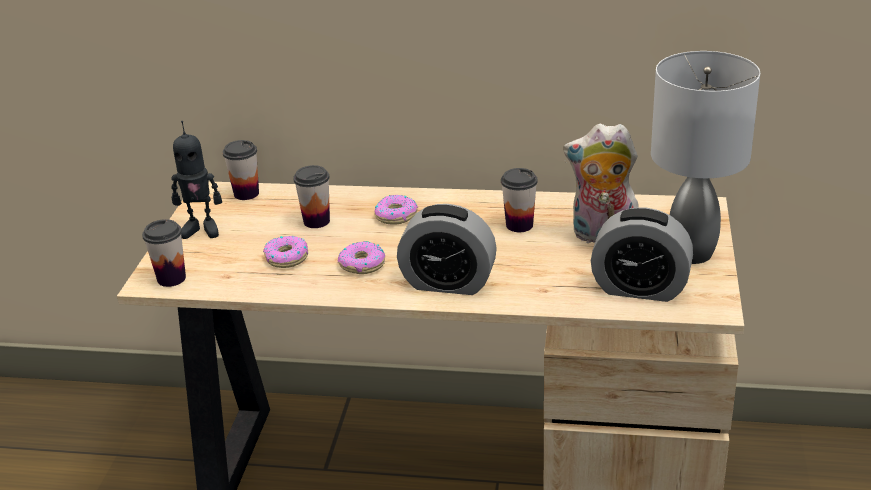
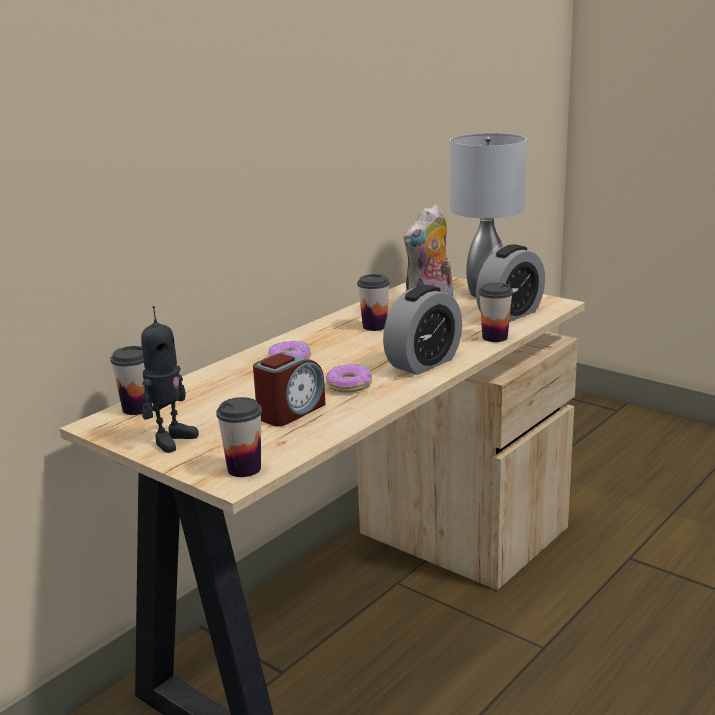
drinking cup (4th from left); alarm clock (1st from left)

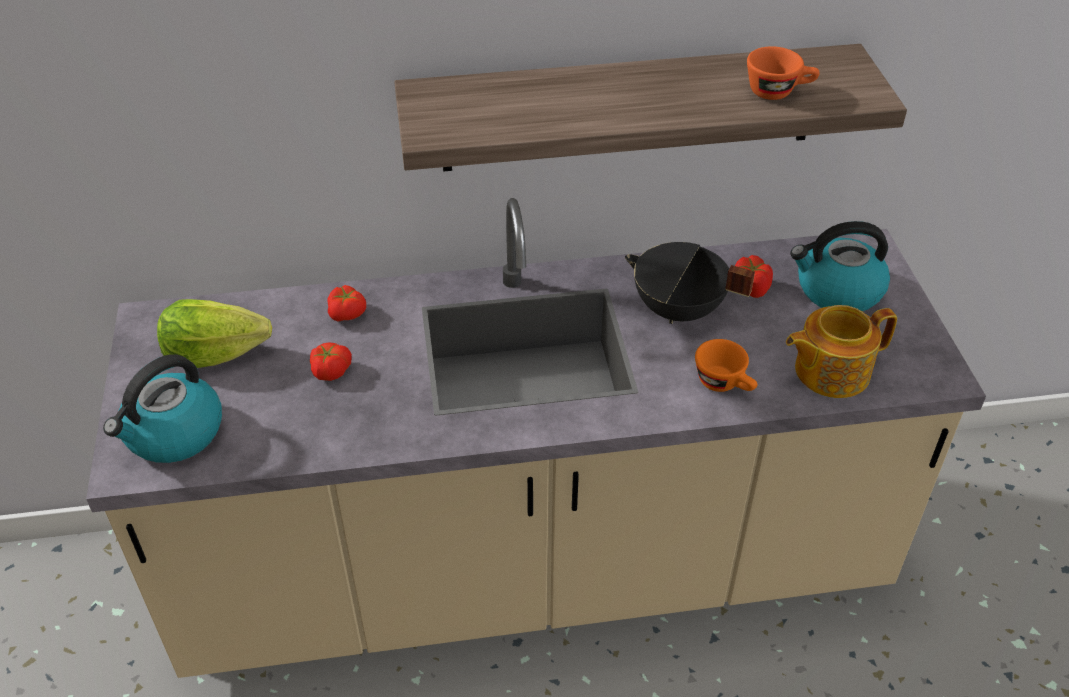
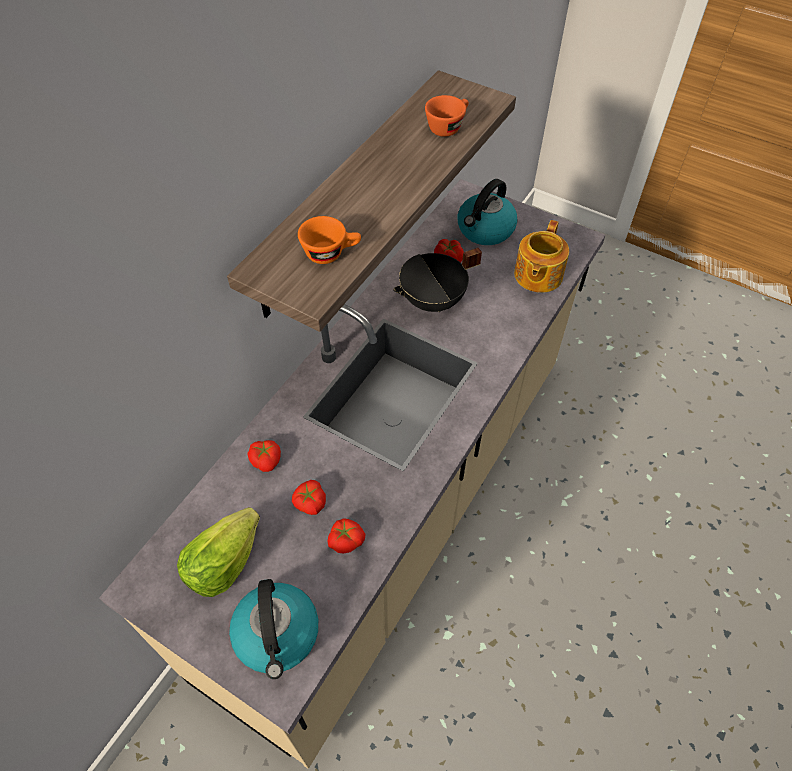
whole tomato (3rd from left); orange drinking cup (1st from left)

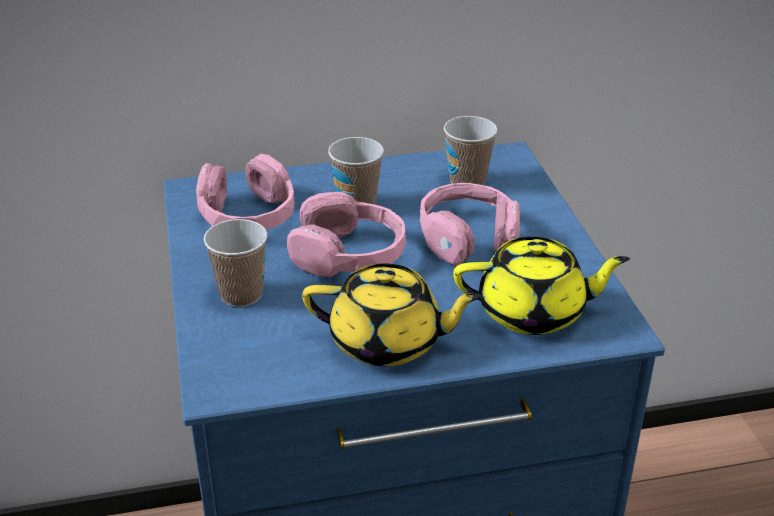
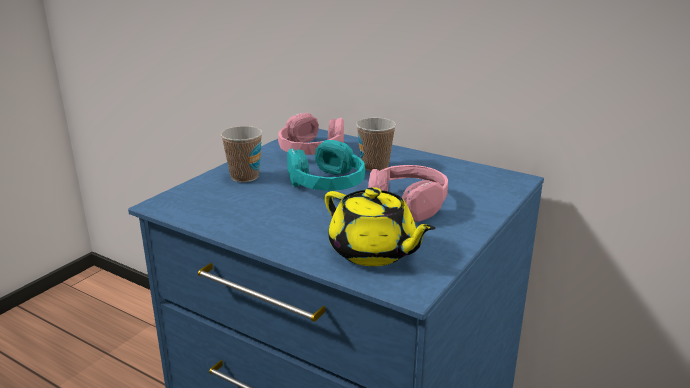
yellow-coloured teapot (1st from left in the first image); drinking cup (3rd from left in the first image); blue-green pair of headphones

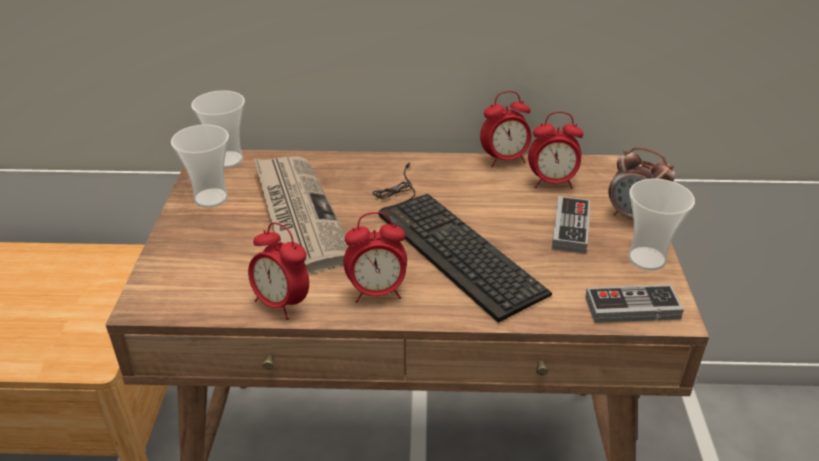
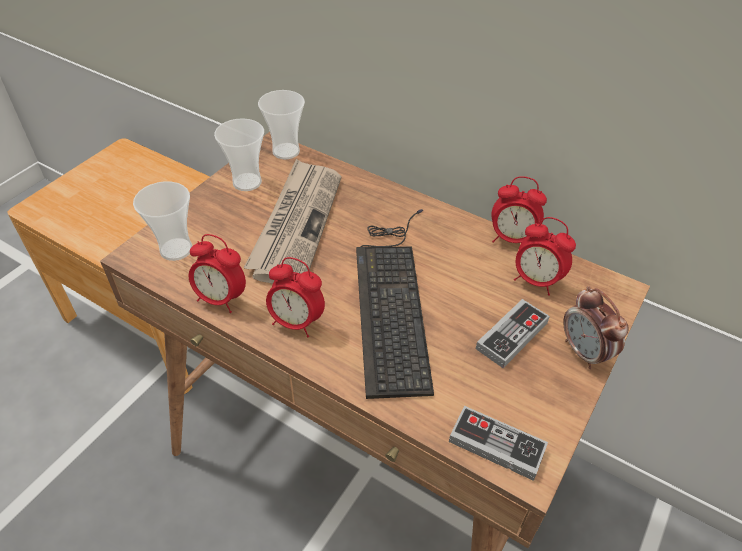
drinking cup (1st from left); alarm clock (1st from left)

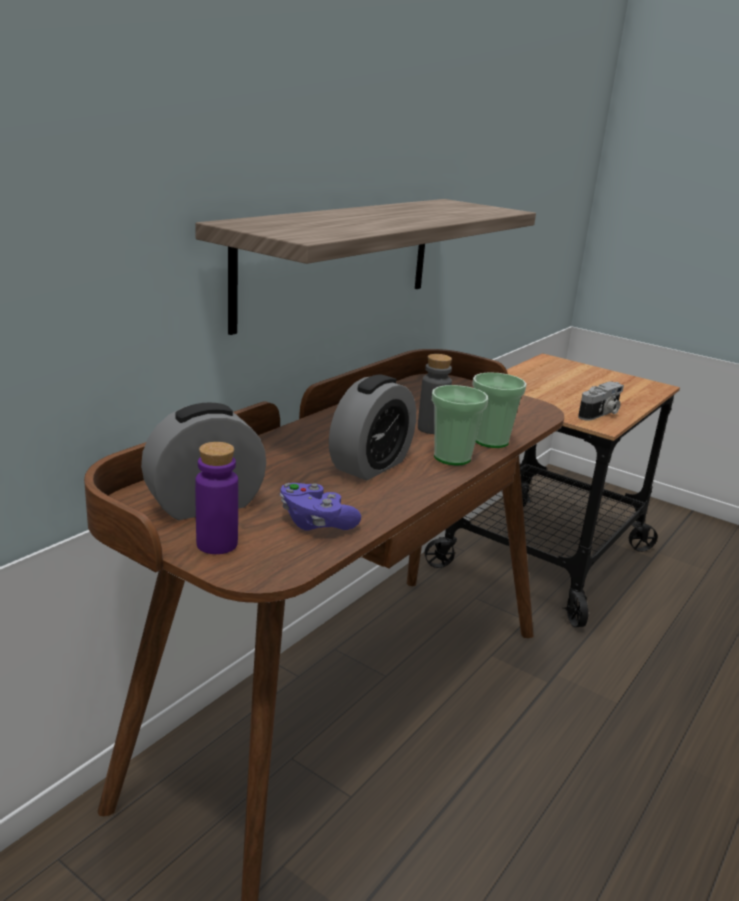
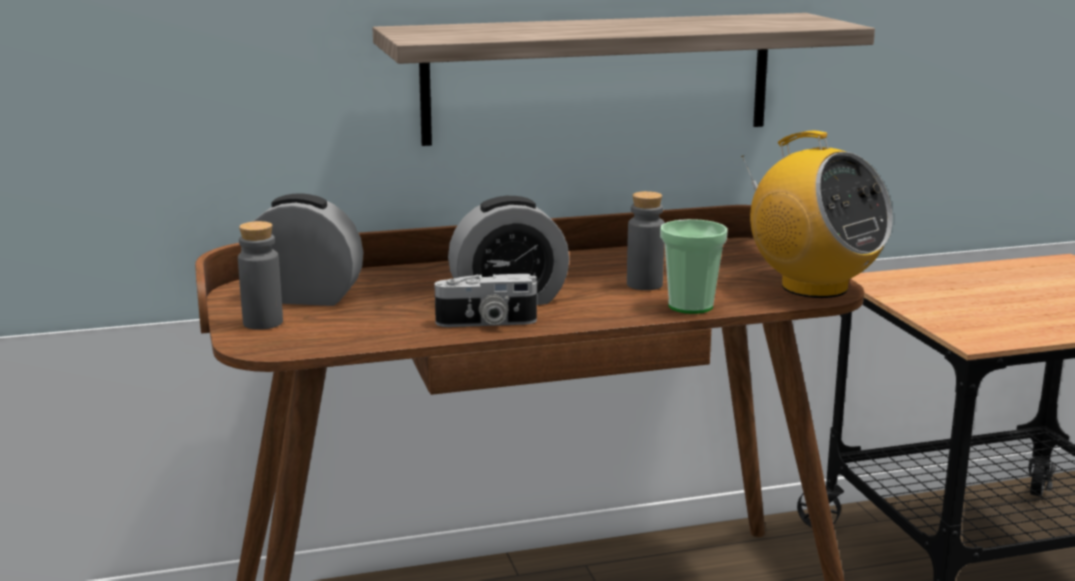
purple game controller; drinking cup (1st from left in the first image); radio set; photo camera; grey drink bottle (1st from left)

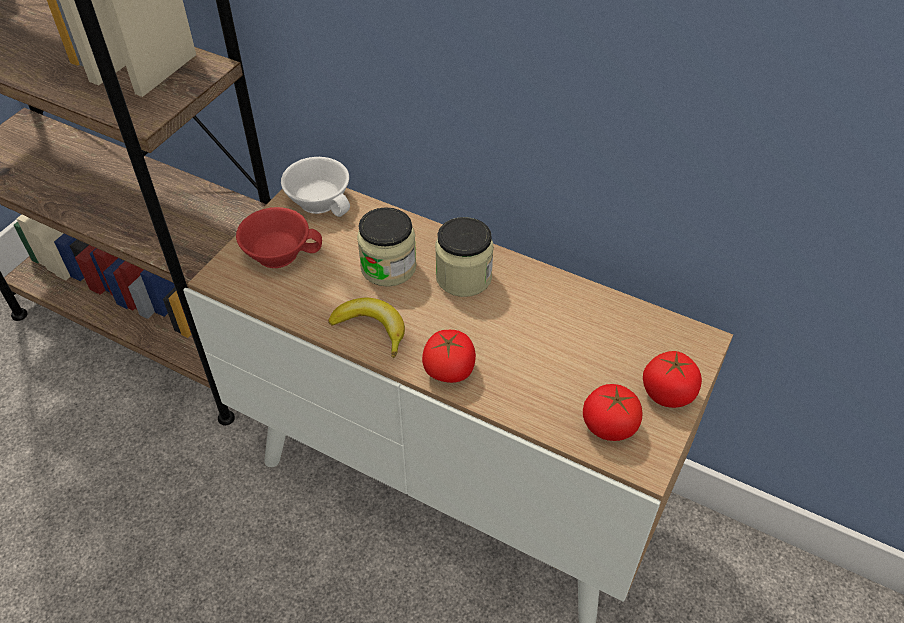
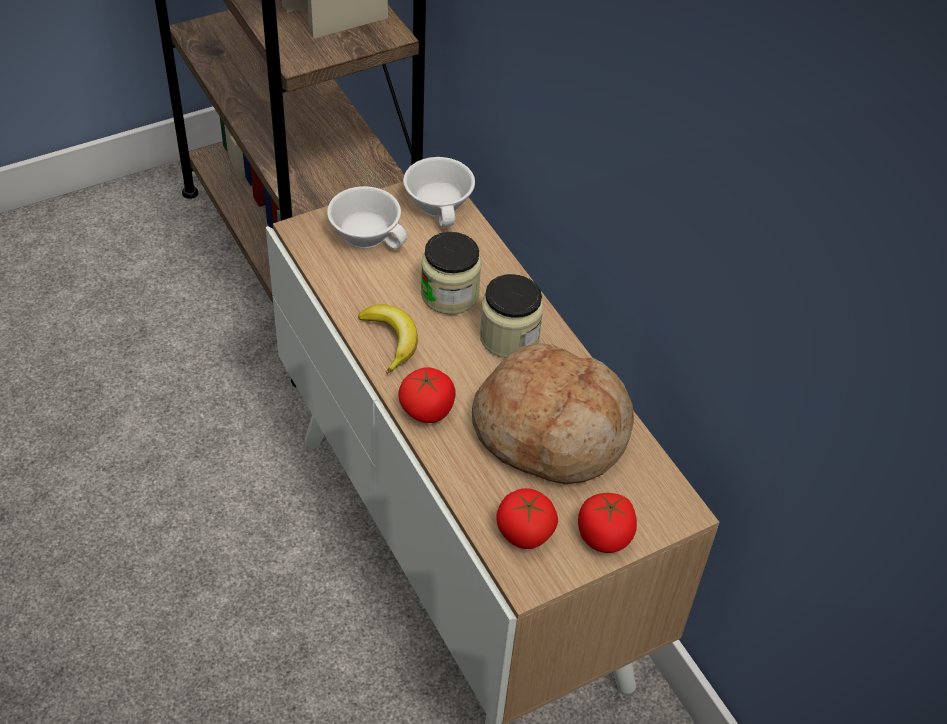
bakery bread; white drinking cup (1st from left)

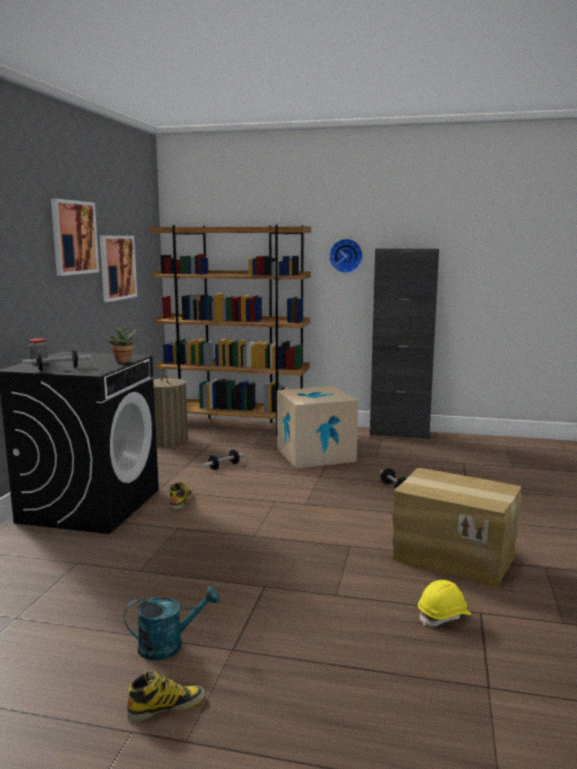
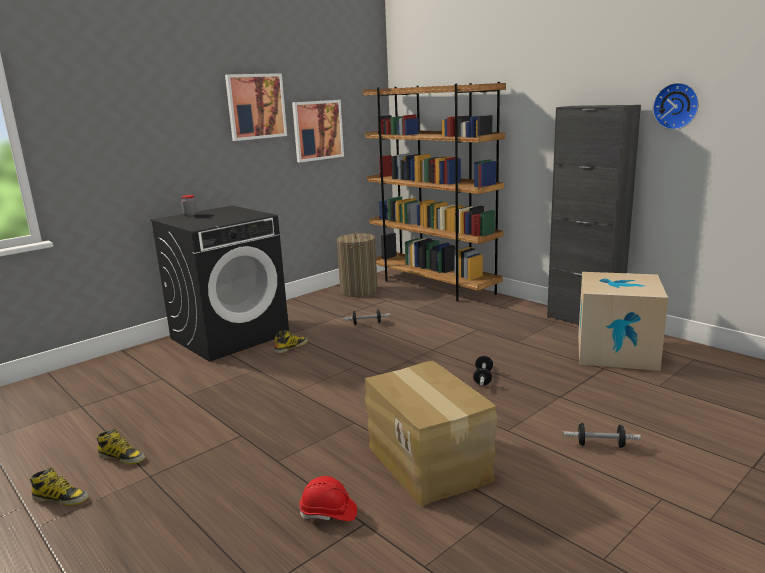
potted plant; hand weight (3rd from left); cardboard box (2nd from left); clock on the wall; high-top boot (2nd from left); red work helmet

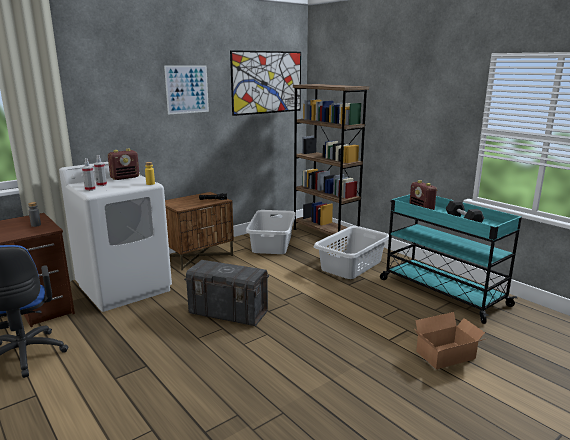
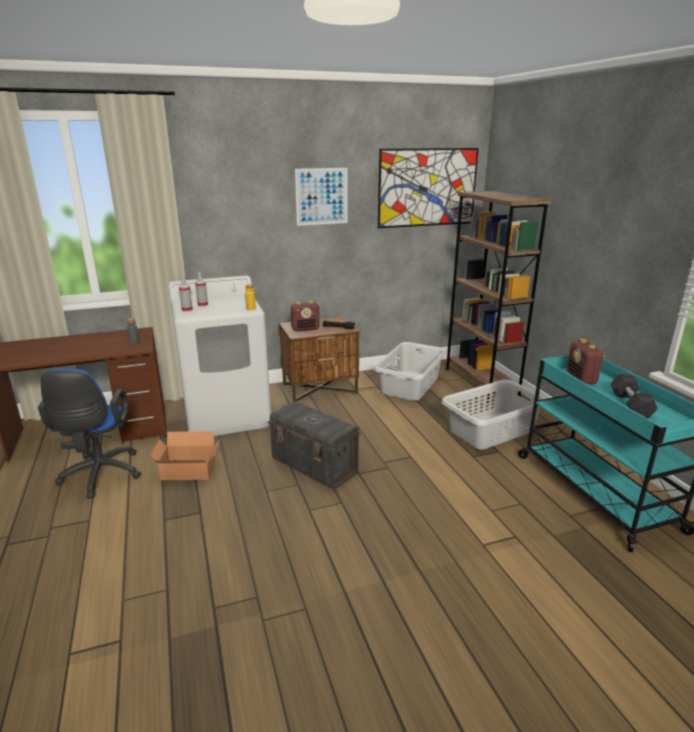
radio set (1st from left); cardboard box

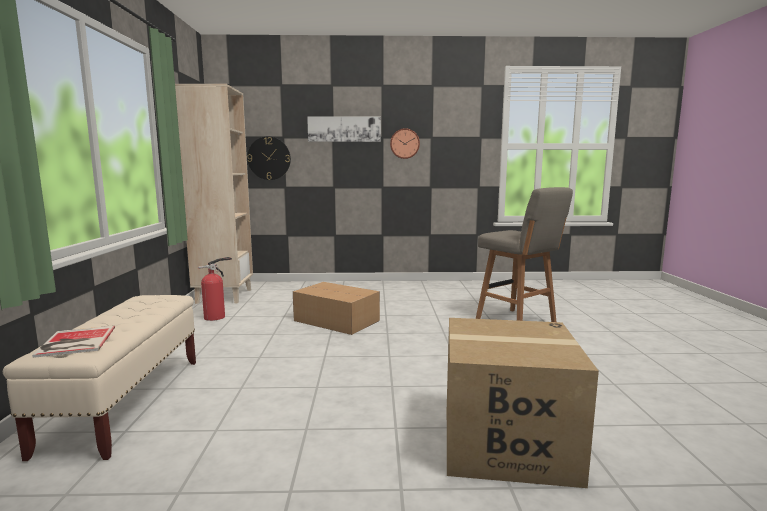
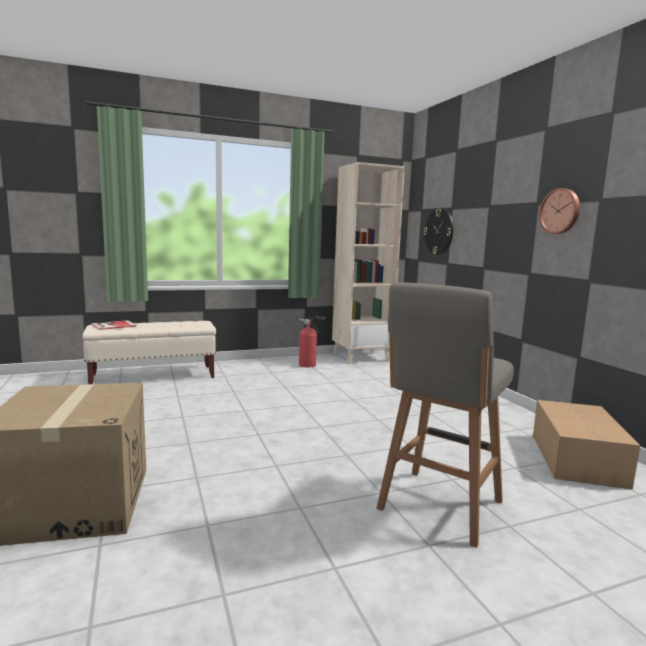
wall art; cardboard box (2nd from left)

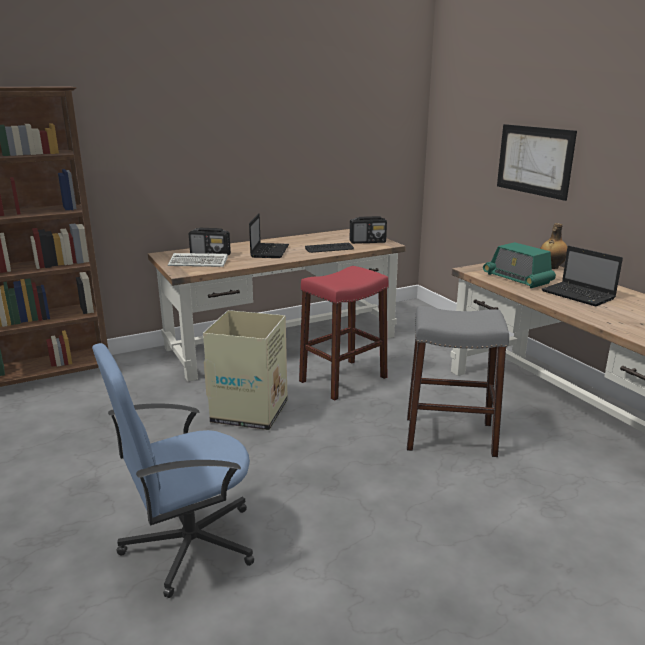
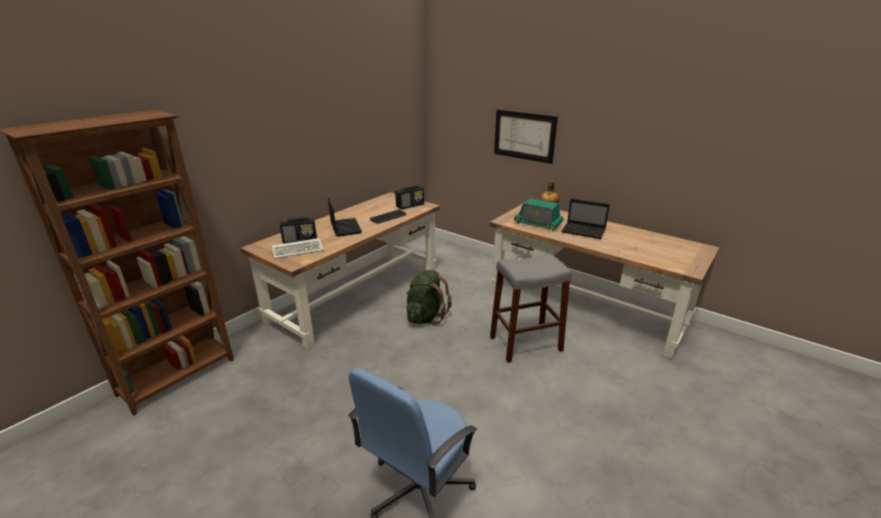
cardboard box; greenish backpack

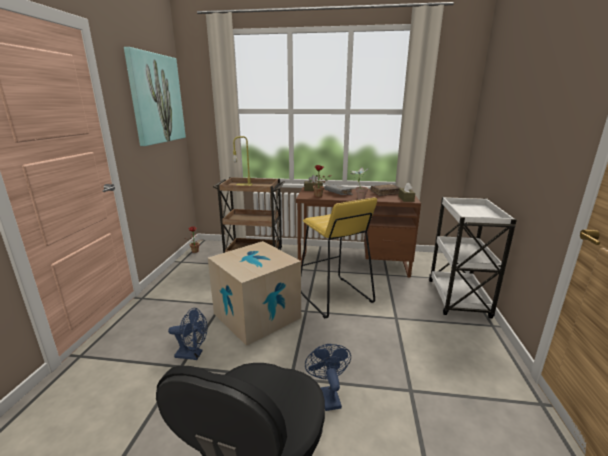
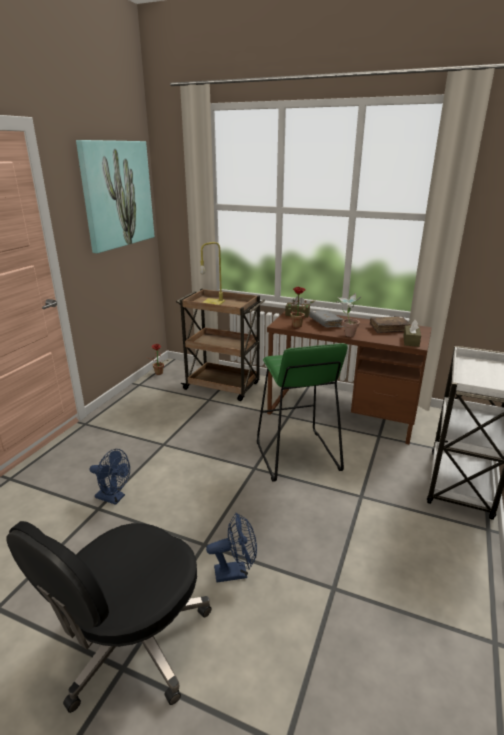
cardboard box; greenish stool; blue electric fan (2nd from left)

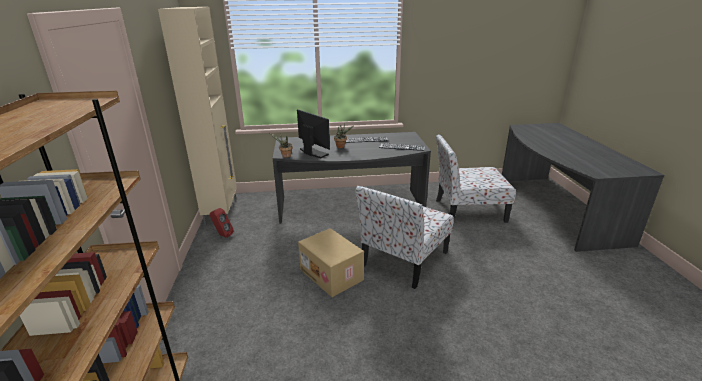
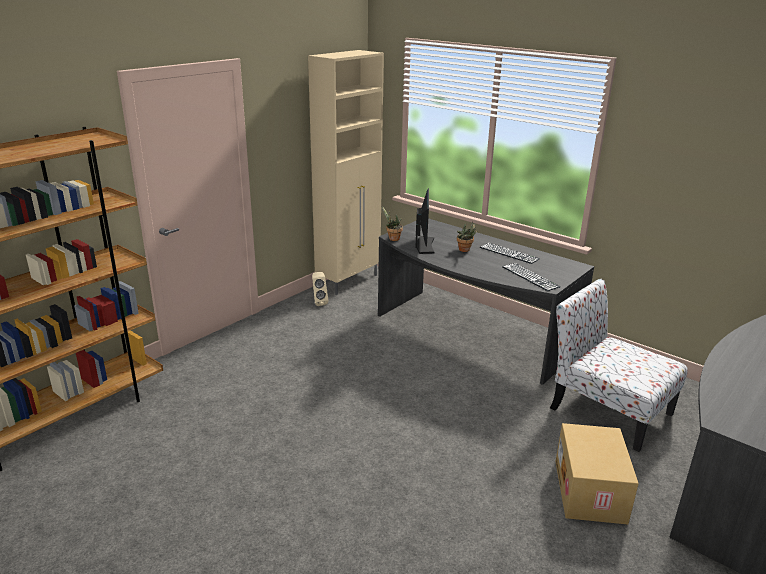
chair (1st from left in the first image); cardboard box; sand-coloured speaker

